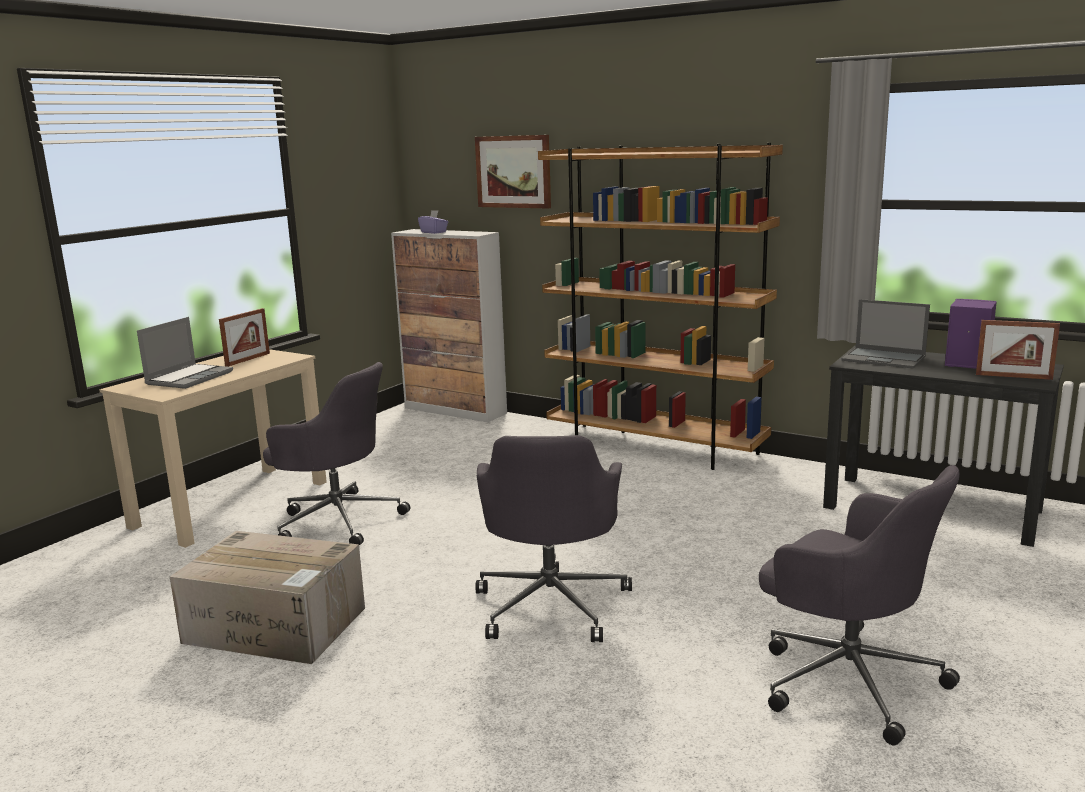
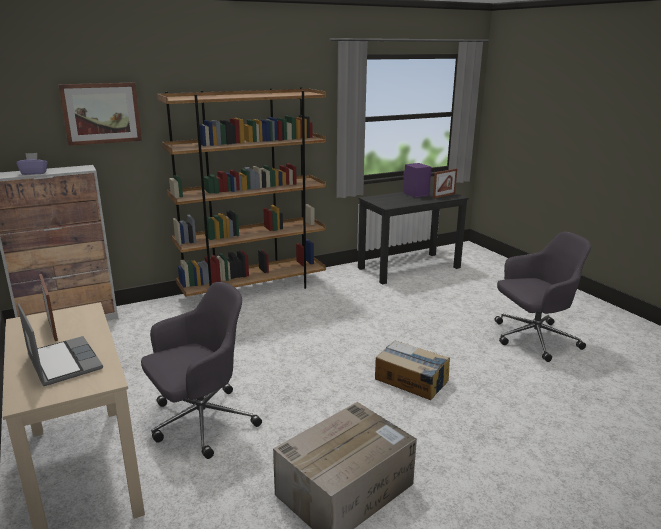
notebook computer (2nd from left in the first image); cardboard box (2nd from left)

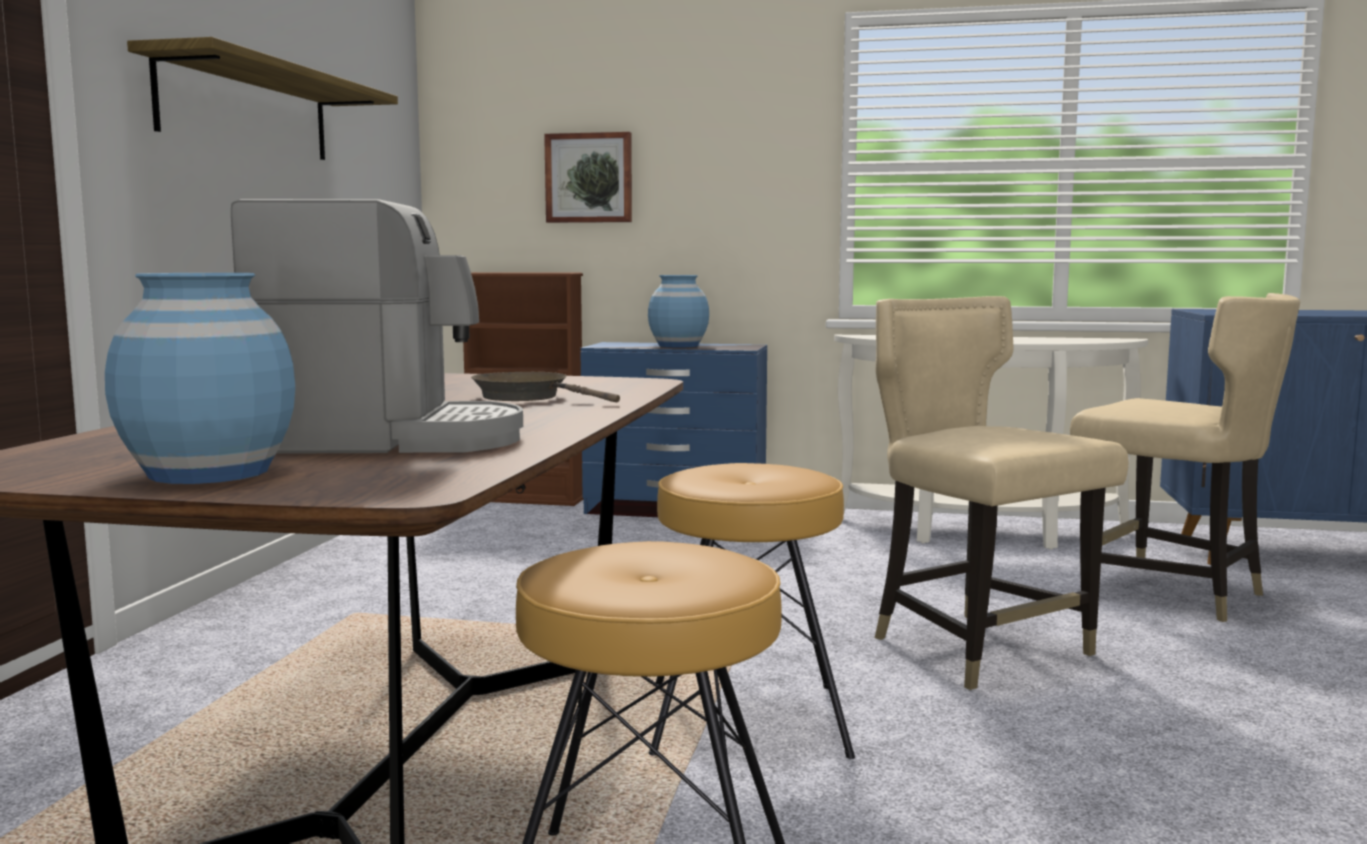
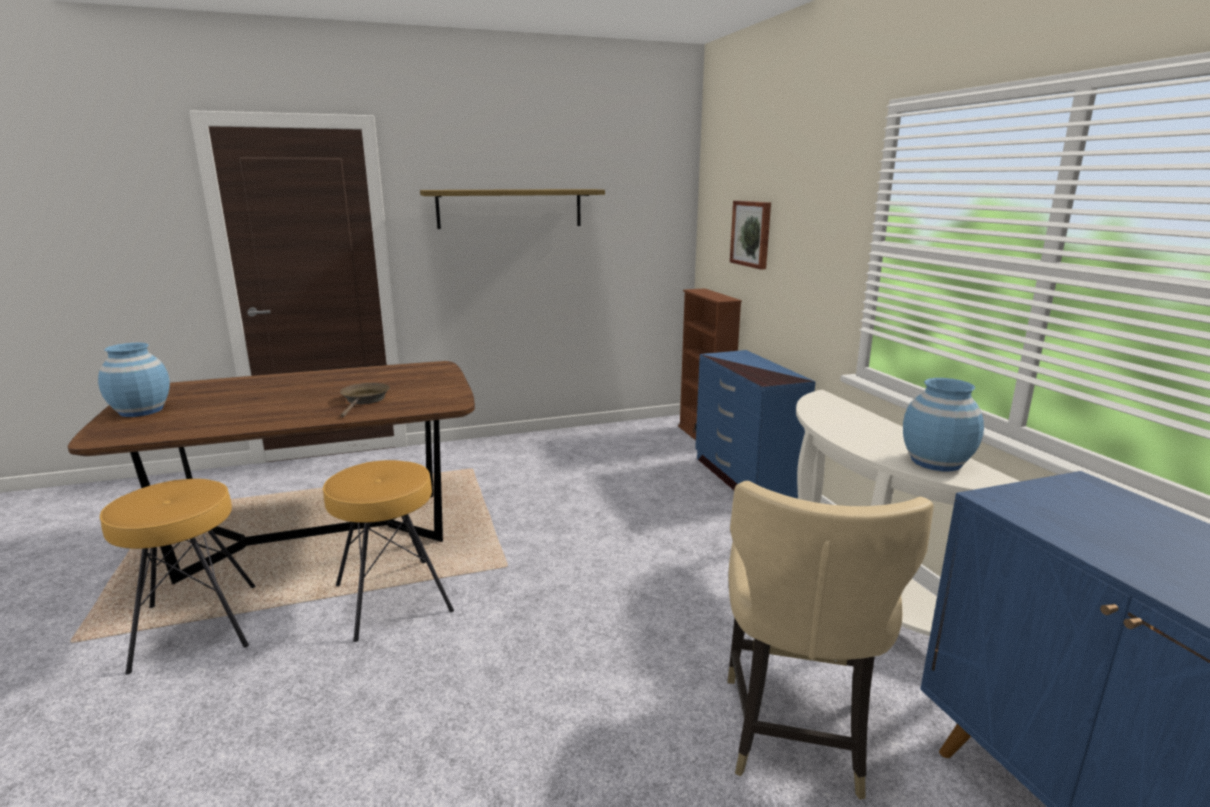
coffee brewer; sand-coloured chair (1st from left in the first image); blue vase (2nd from left)

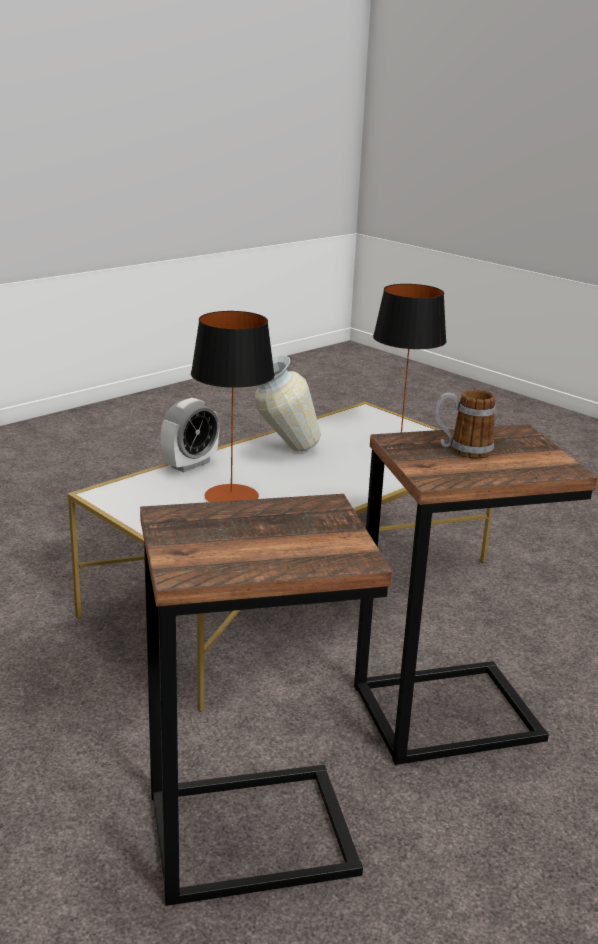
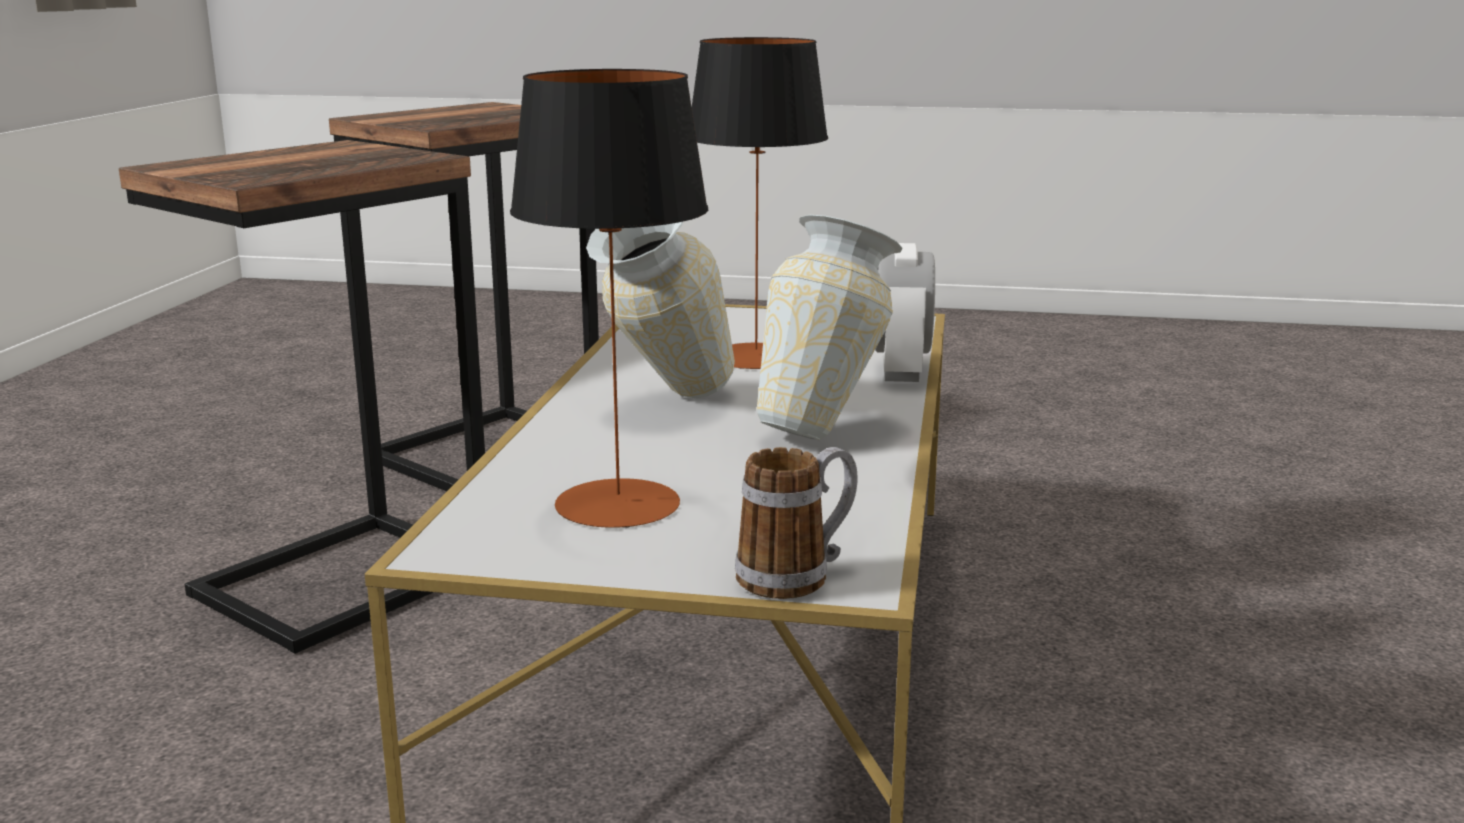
vase (1st from left); coffee mug

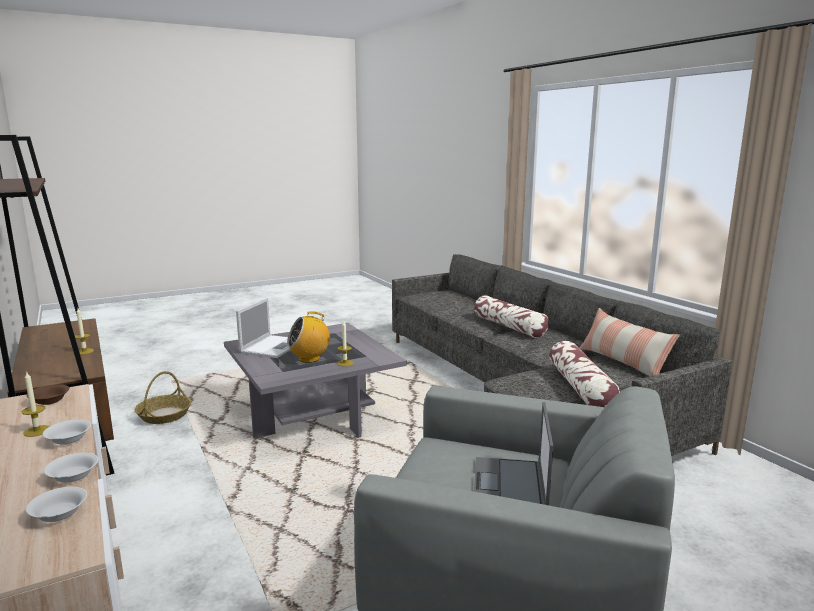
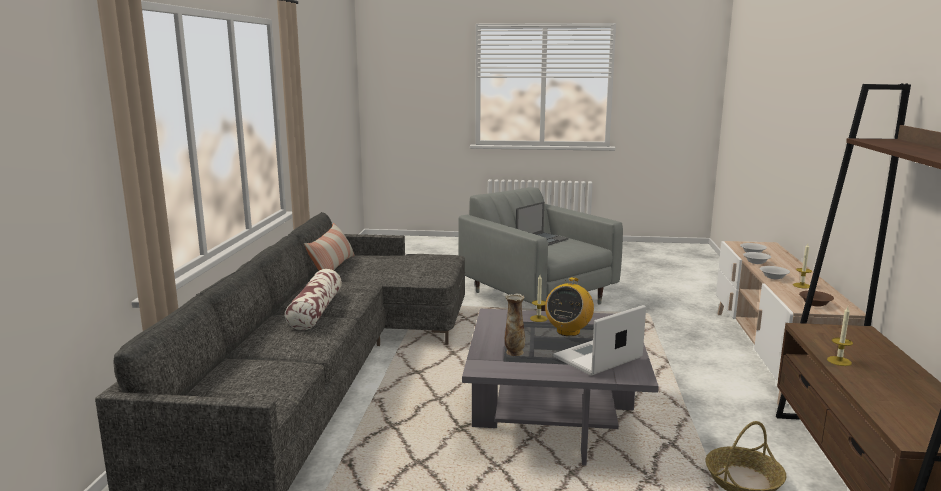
cushion (2nd from left in the first image); vase; radio set

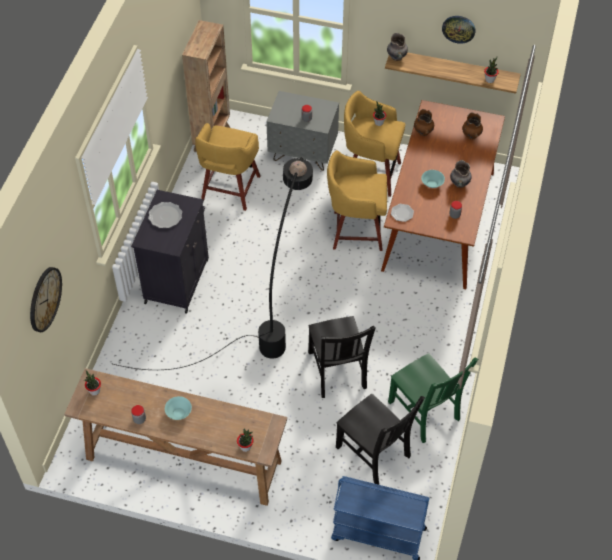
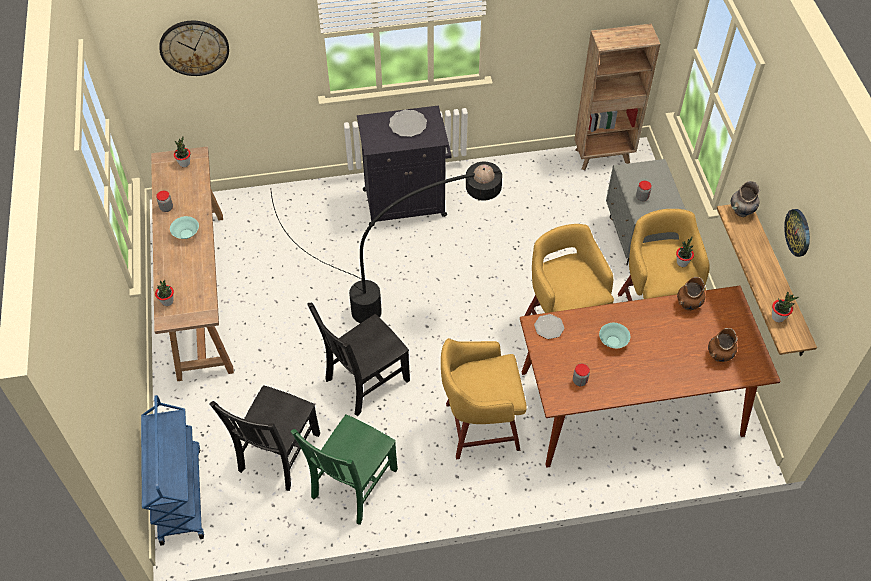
grey vase (2nd from left in the first image); yellow-coloured stool (1st from left)

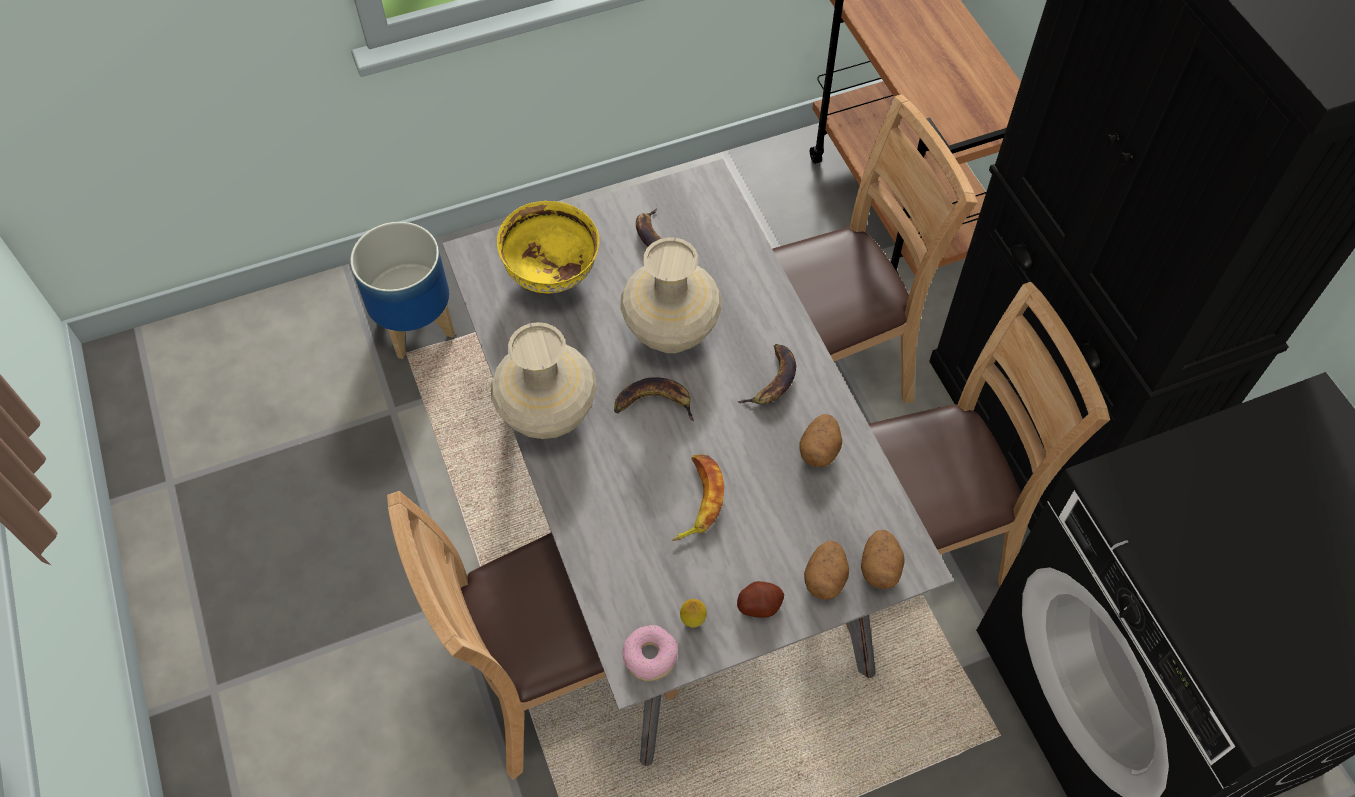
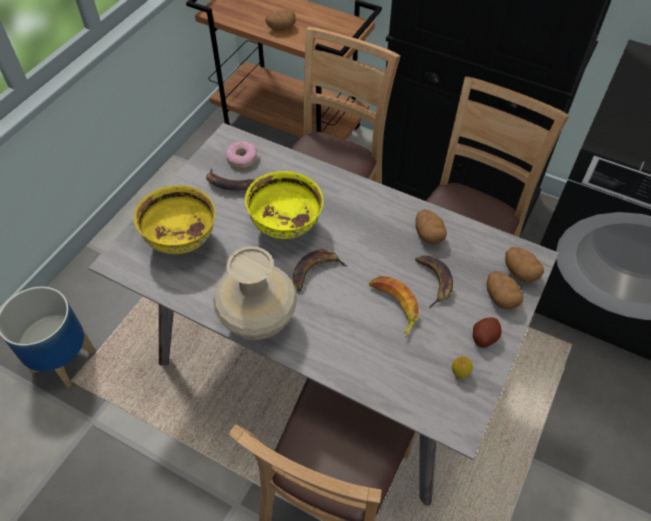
potato (1st from left); doughnut; whole banana (4th from left); yellow-coloured serving bowl (2nd from left)

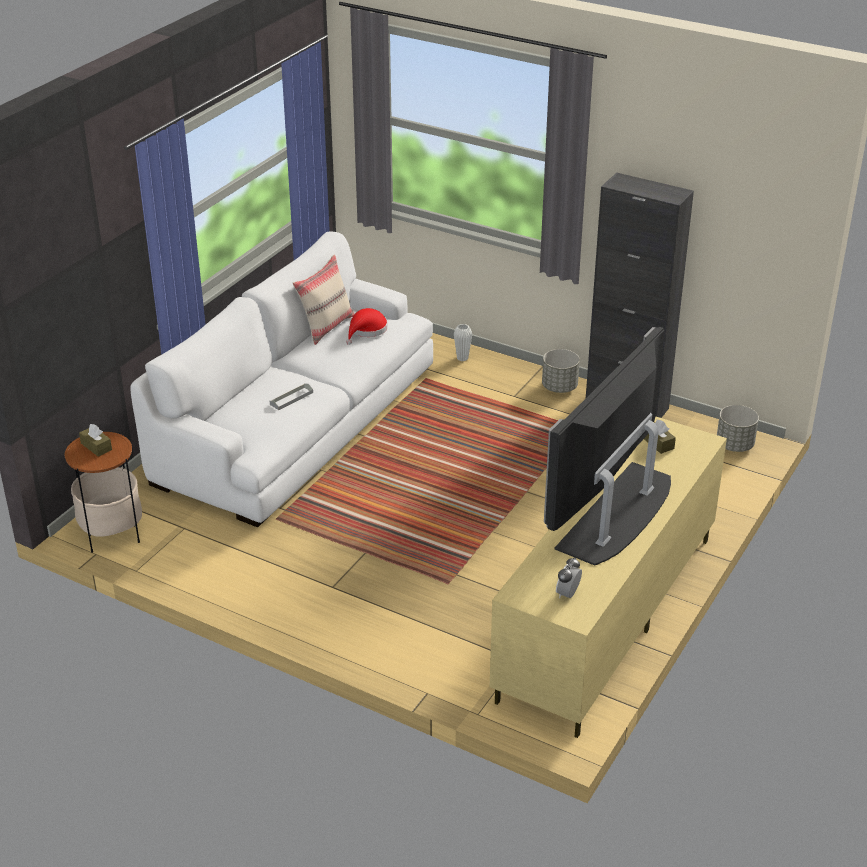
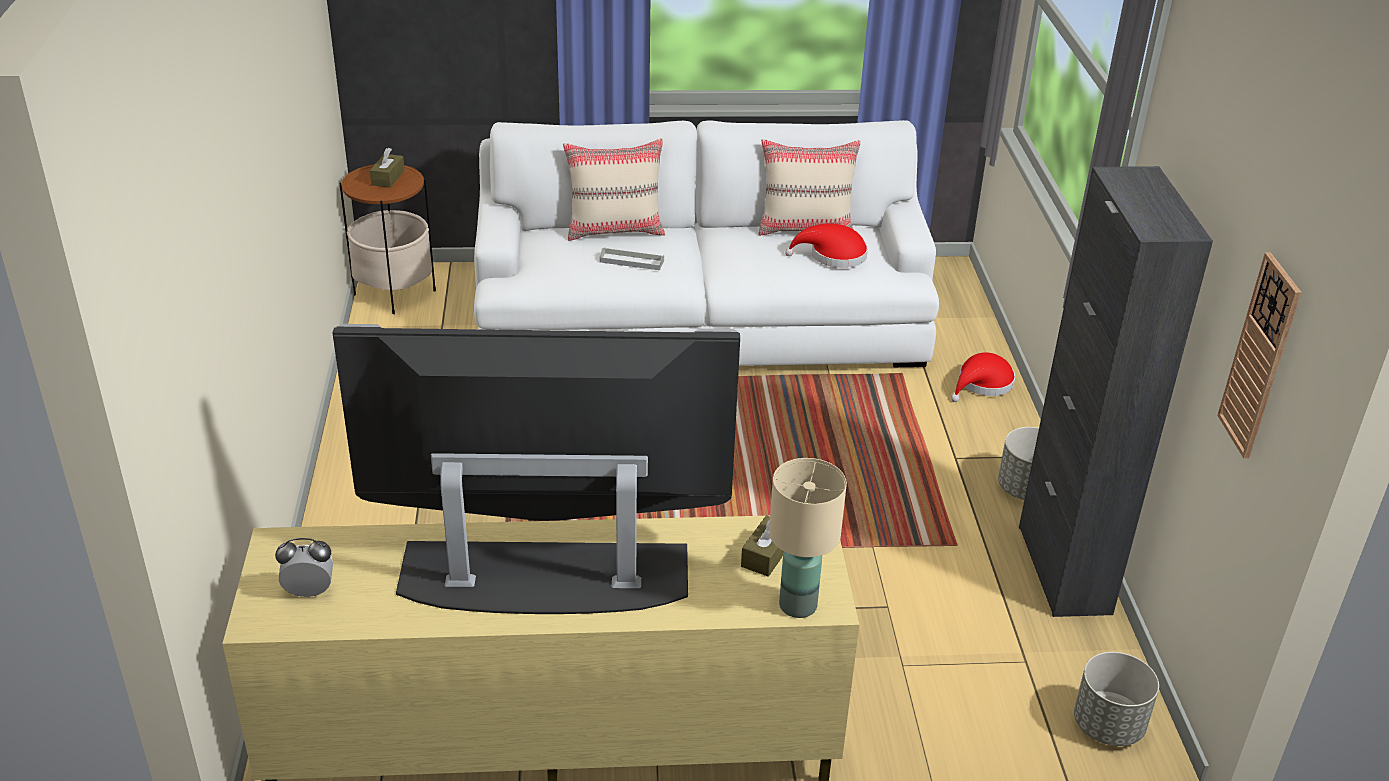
sand-coloured cushion (1st from left); sand-coloured tabletop lamp; clock on the wall; red clothing hat (2nd from left)

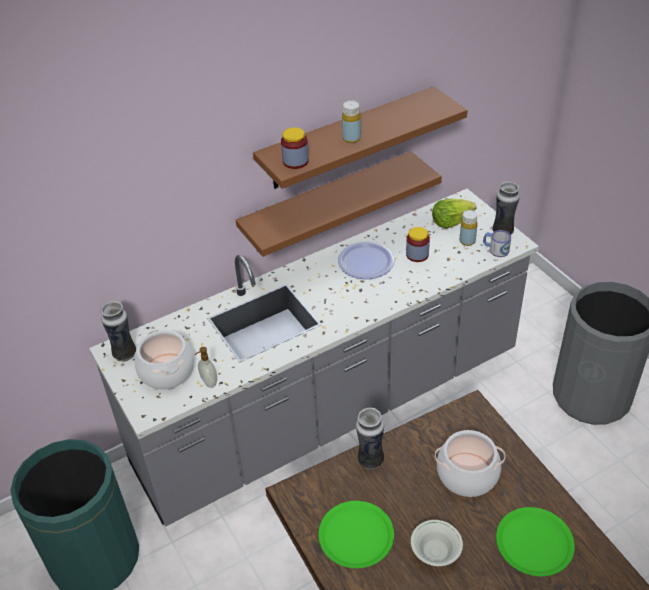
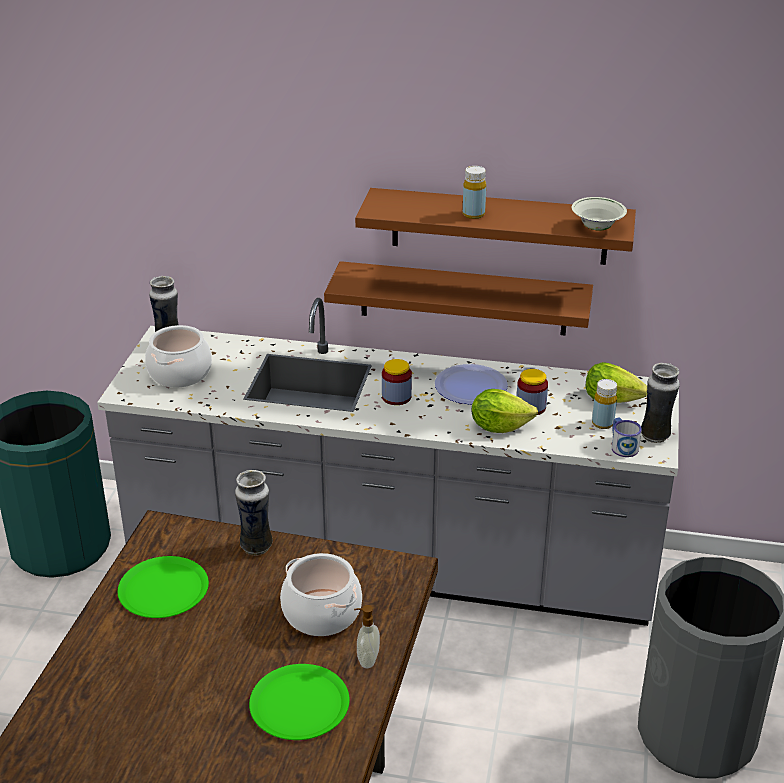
lettuce head (1st from left); soap dispenser; preserve jar (1st from left); white serving bowl

